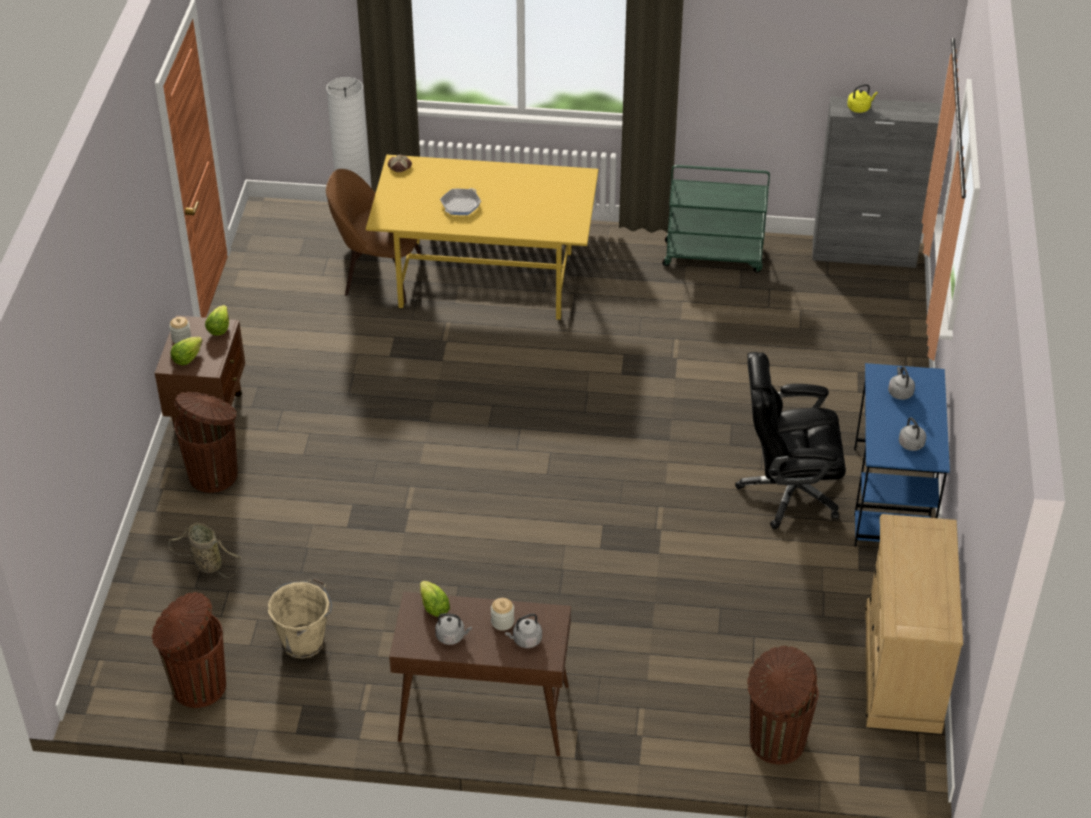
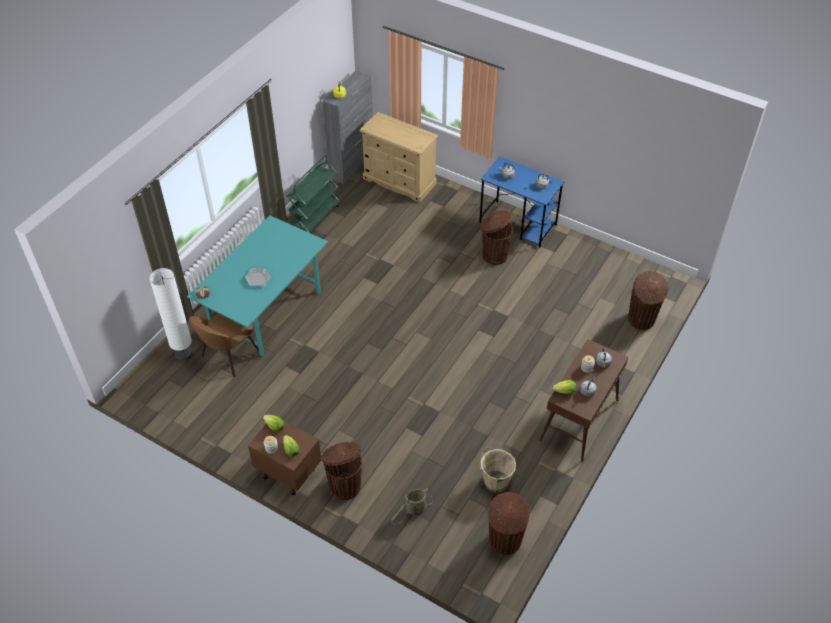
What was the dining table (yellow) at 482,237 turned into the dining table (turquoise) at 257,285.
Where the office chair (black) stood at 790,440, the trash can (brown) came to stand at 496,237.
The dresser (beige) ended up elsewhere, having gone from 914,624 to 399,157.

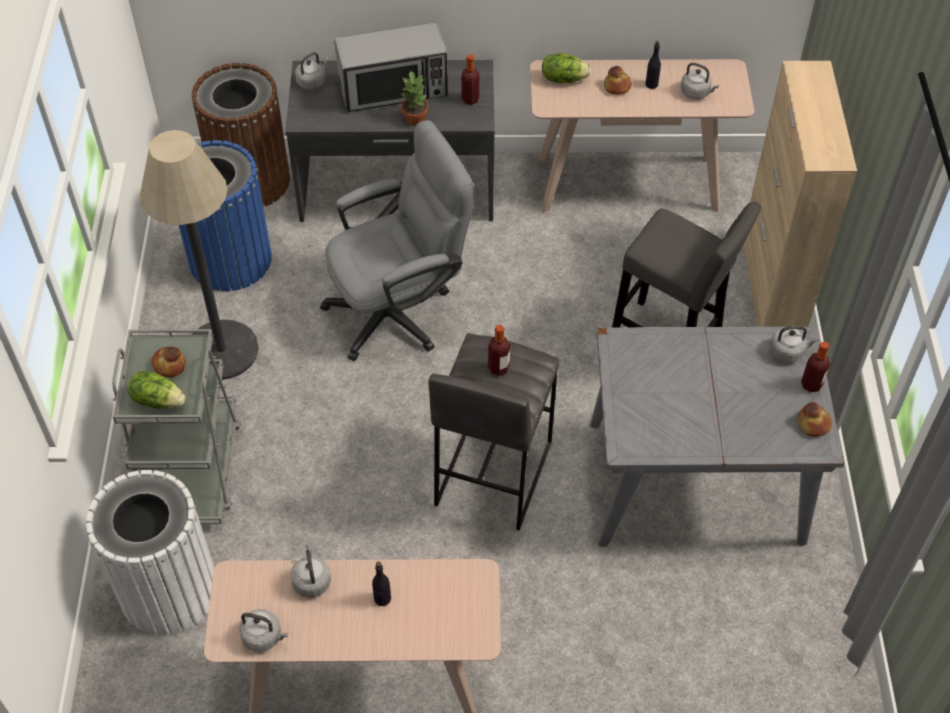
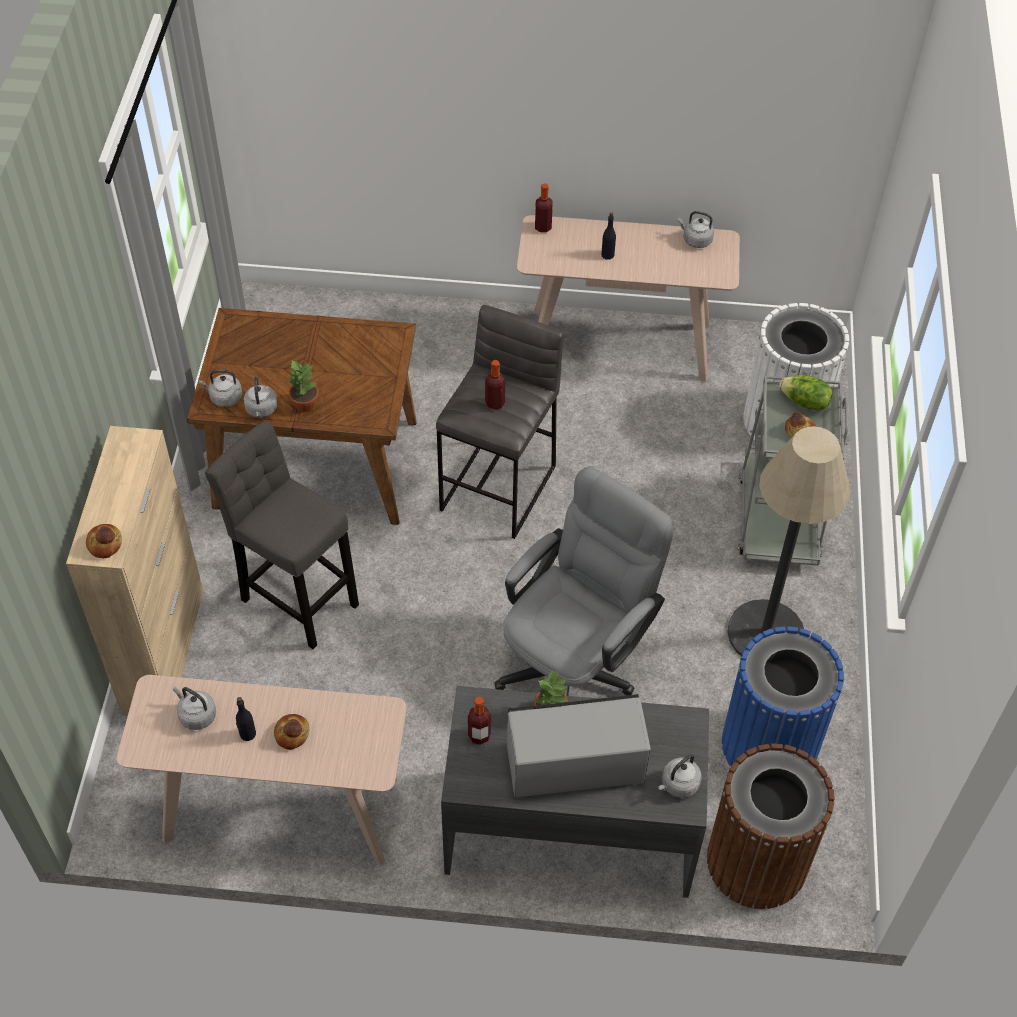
The kettle (grey) ended up elsewhere, having gone from 311,570 to 261,397.
The office chair (grey) at 397,240 ended up facing another way, 150 degrees clockwise from before.
The second view lost the lettuce at 566,68.
What was the dining table (grey) at 717,436 turned into the dining table (brown) at 302,416.
The bread ended up elsewhere, having gone from 814,419 to 104,541.
The bottle ended up elsewhere, having gone from 815,367 to 544,208.
The second view gained the potted plant at 303,385.

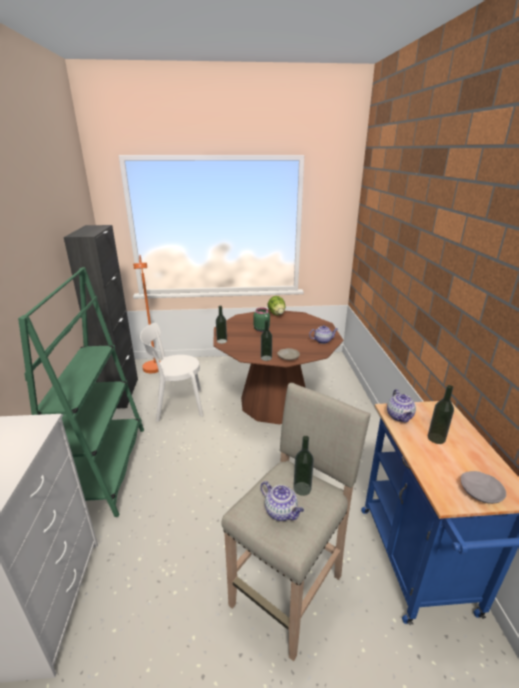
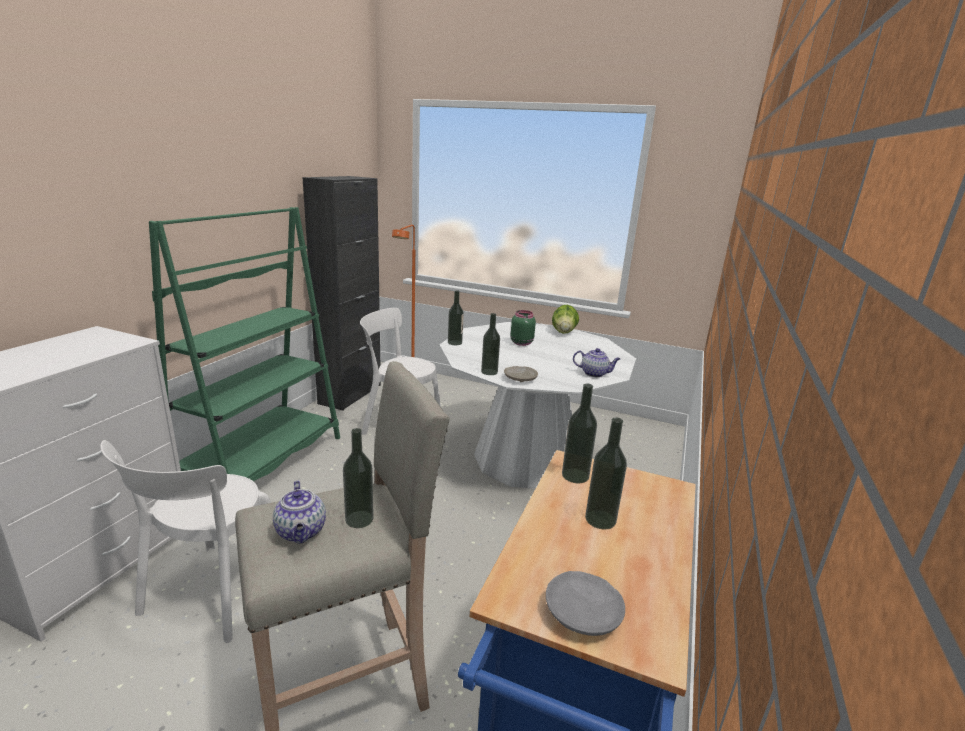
What was the dining table (brown) at 278,366 turned into the dining table (white) at 537,405.
Where the teapot stood at 401,406, the bottle came to stand at 579,433.
The second view gained the chair (white) at 185,541.

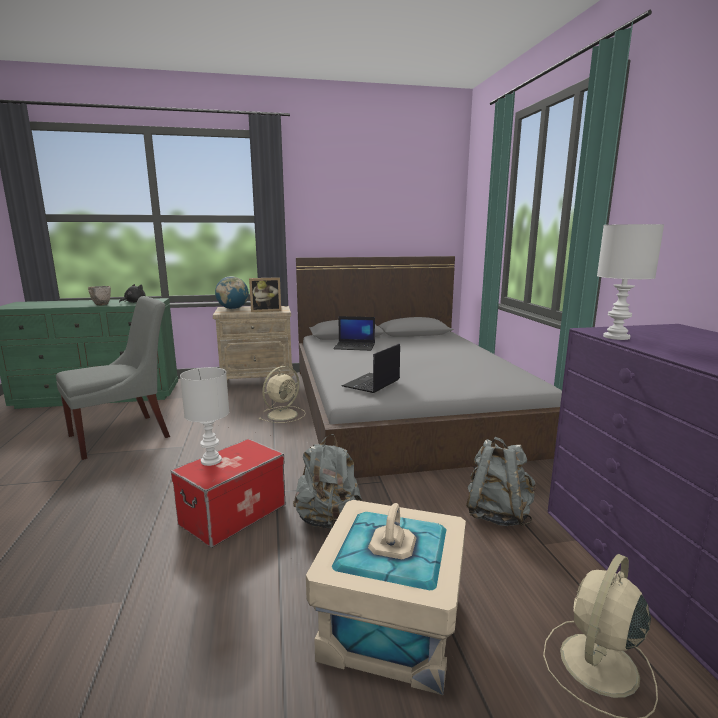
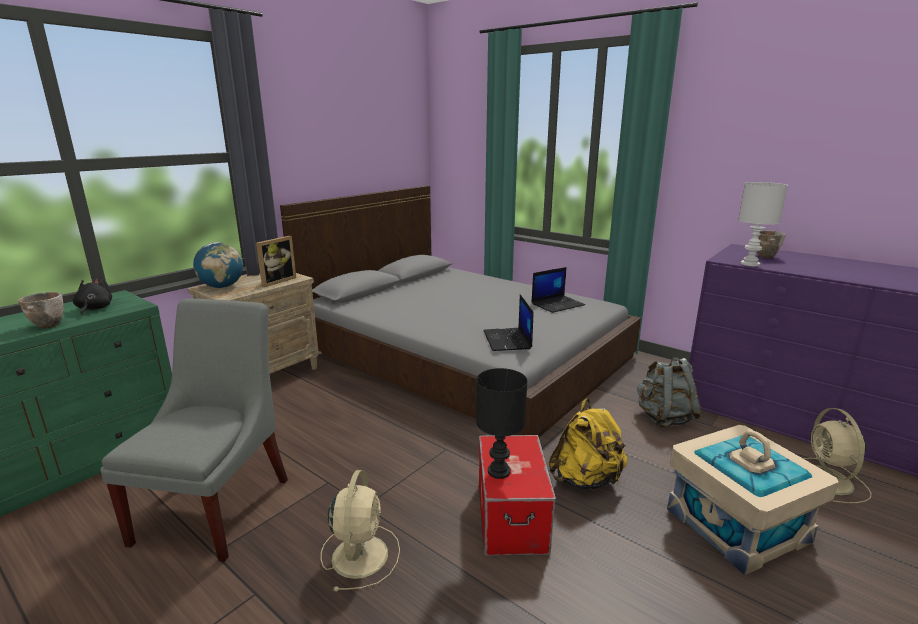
What was the table lamp (white) at 204,416 turned into the table lamp (black) at 501,423.
The fan (beige) ended up elsewhere, having gone from 282,394 to 360,530.
What was the backpack (grey) at 327,481 turned into the backpack (yellow) at 588,444.
The laptop ended up elsewhere, having gone from 354,333 to 558,290.
The second view gained the bowl at 771,244.

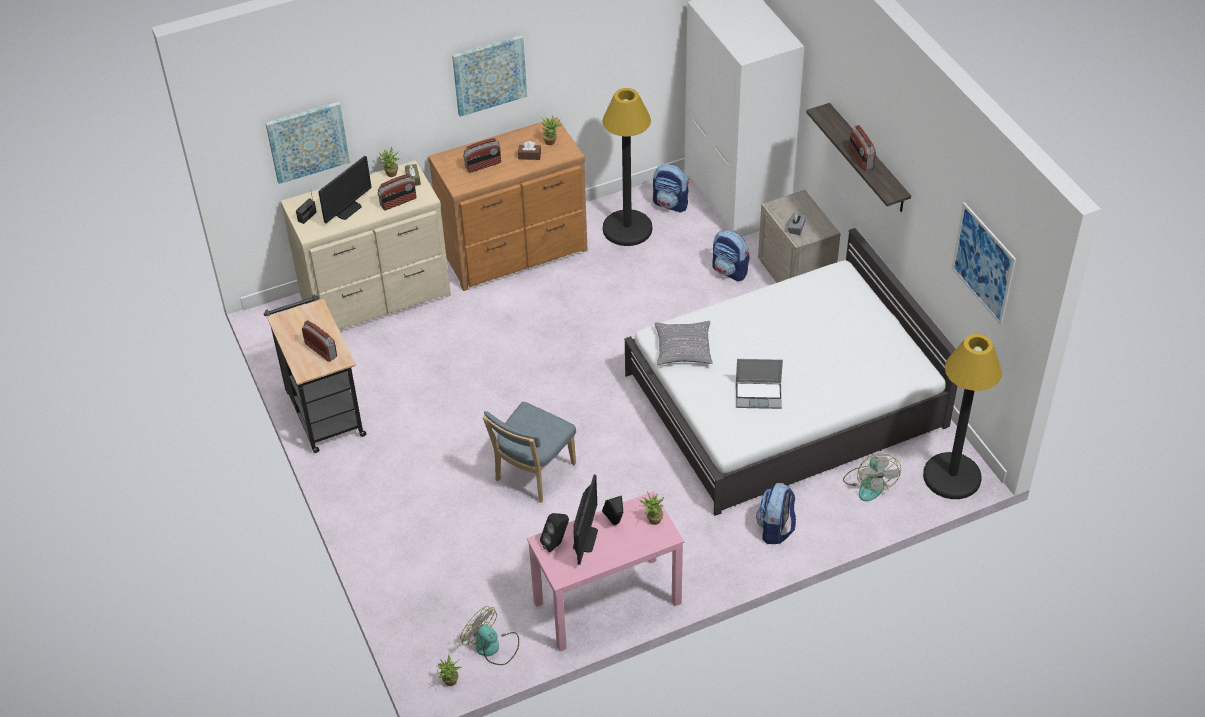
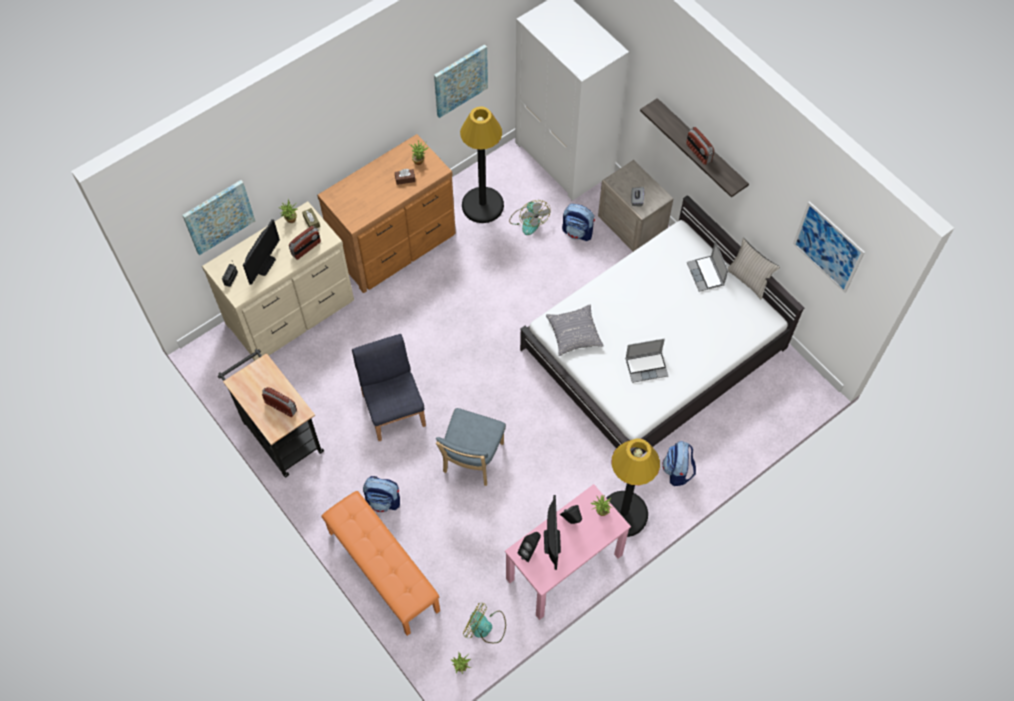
The picture ended up elsewhere, having gone from 489,76 to 461,81.
The second view lost the radio at 482,155.
The backpack ended up elsewhere, having gone from 671,188 to 381,494.
The fan ended up elsewhere, having gone from 872,477 to 530,217.
The floor lamp (black) ended up elsewhere, having gone from 962,416 to 633,487.
The second view gained the bench (orange) at 380,563.
The second view gained the chair (blue) at 389,387.
The second view gained the laptop at 708,266.
The second view gained the pillow (beige) at 753,268.

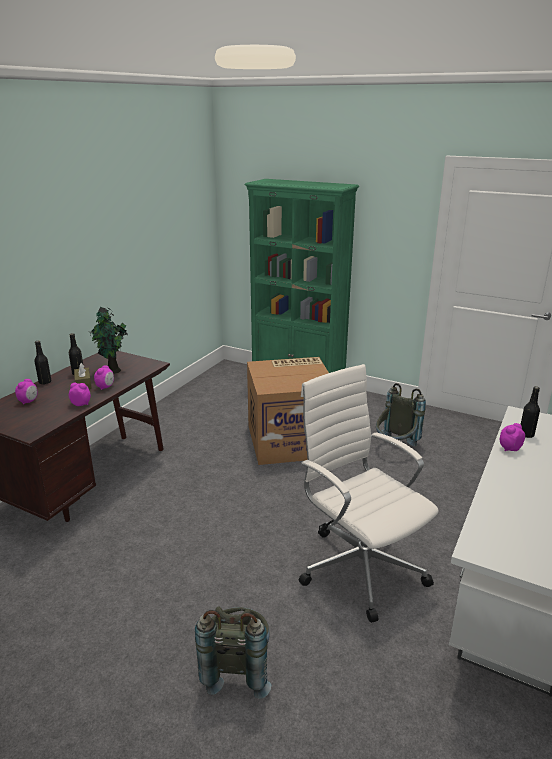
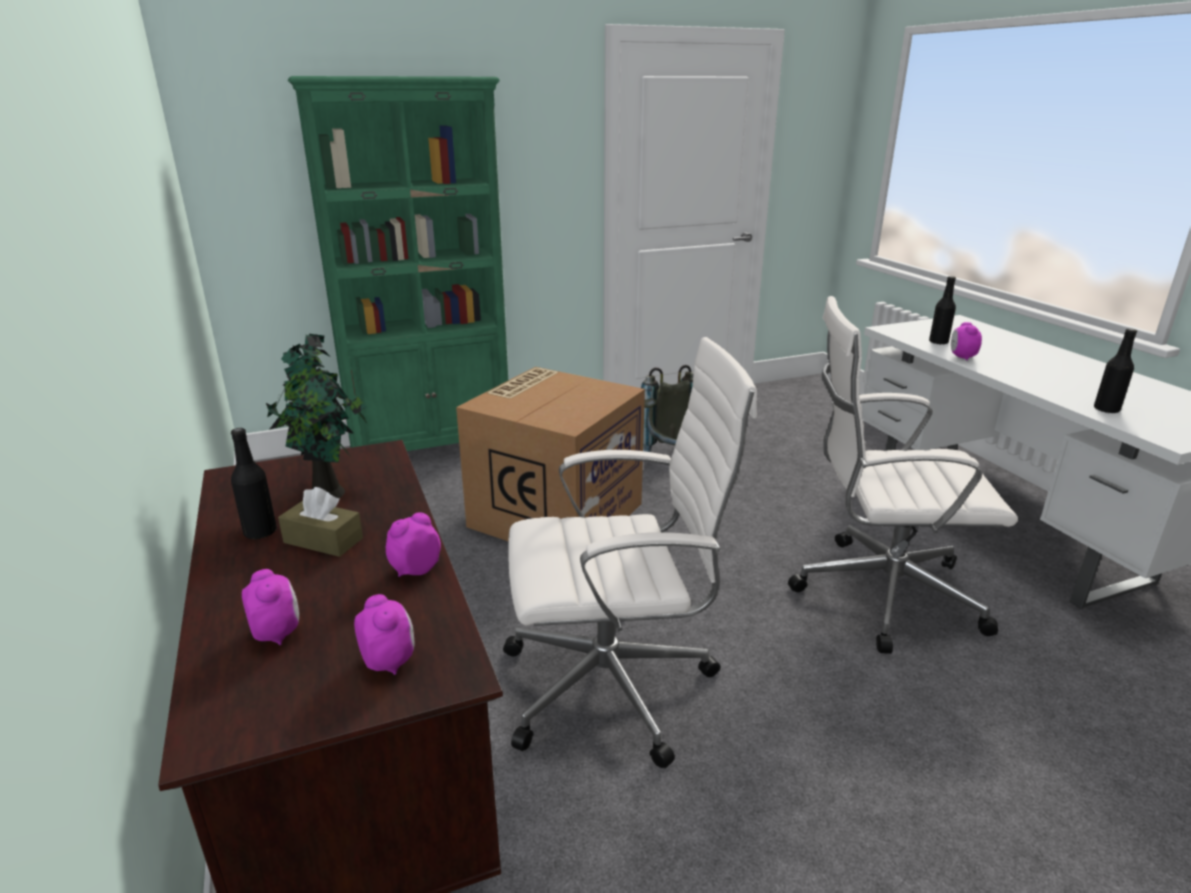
The bottle (black) ended up elsewhere, having gone from 43,362 to 1115,371.
The alarm clock ended up elsewhere, having gone from 104,377 to 384,634.
The second view lost the backpack (grey) at 233,653.
The second view gained the office chair (white) at 630,552.

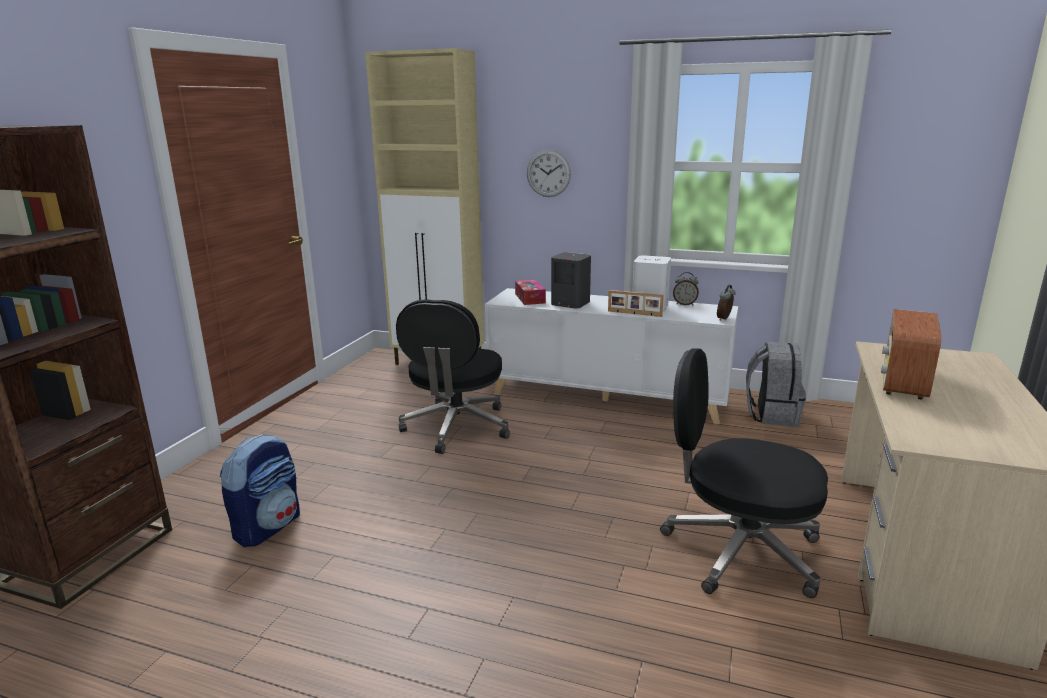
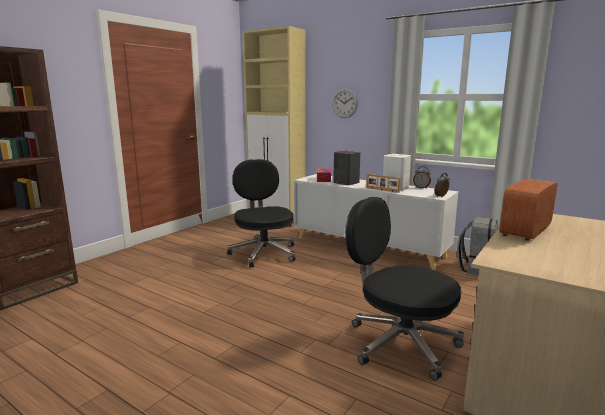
The second view lost the backpack at 260,490.
The office chair (black) at 453,376 ended up facing another way, 135 degrees clockwise from before.

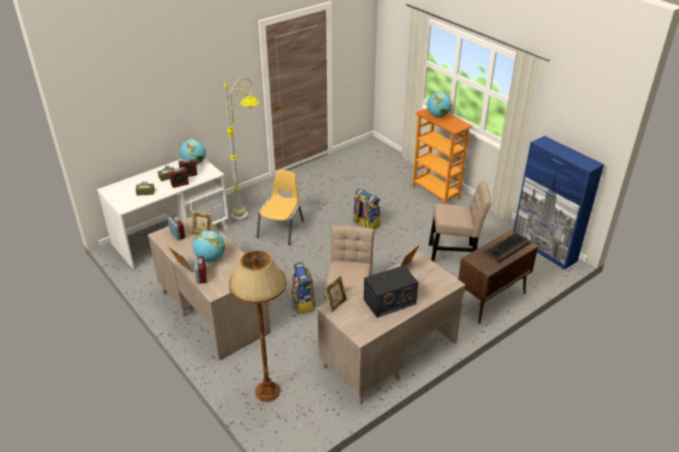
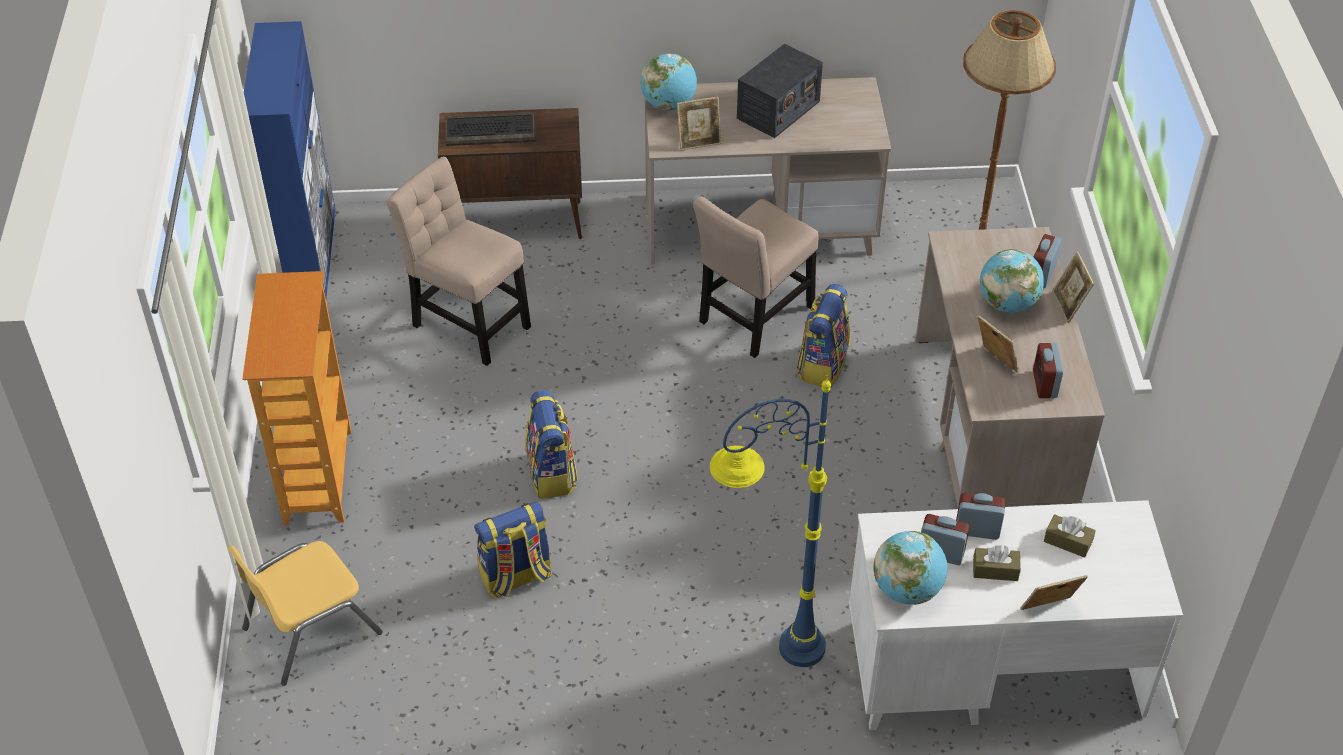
What was the floor lamp (grey) at 241,149 turned into the floor lamp (blue) at 770,521.
The chair (yellow) ended up elsewhere, having gone from 280,207 to 305,613.
The picture frame ended up elsewhere, having gone from 336,294 to 1054,592.
The radio at 391,291 ended up facing another way, 120 degrees clockwise from before.
The globe ended up elsewhere, having gone from 439,104 to 668,82.
The second view gained the backpack at 513,549.

